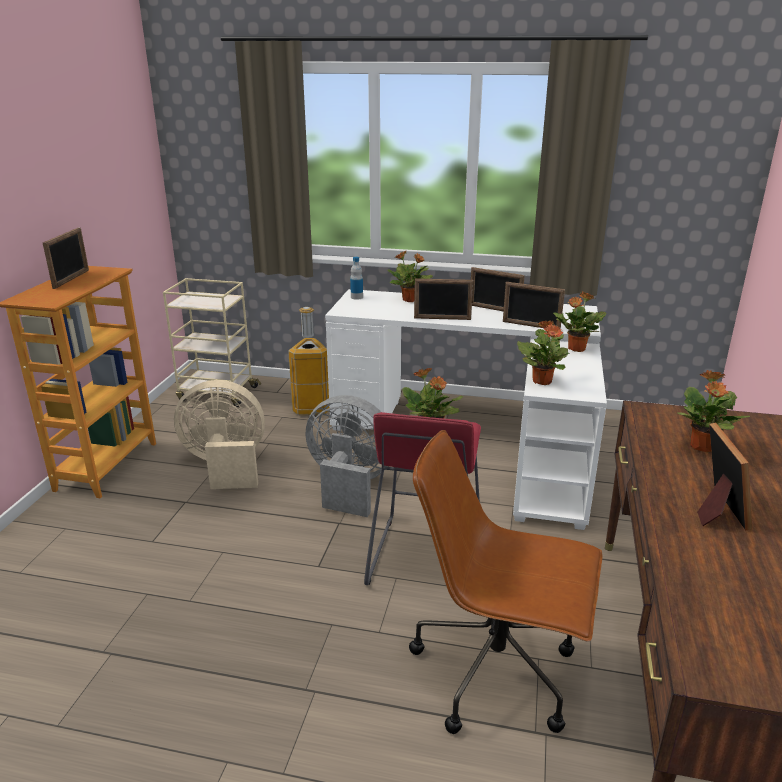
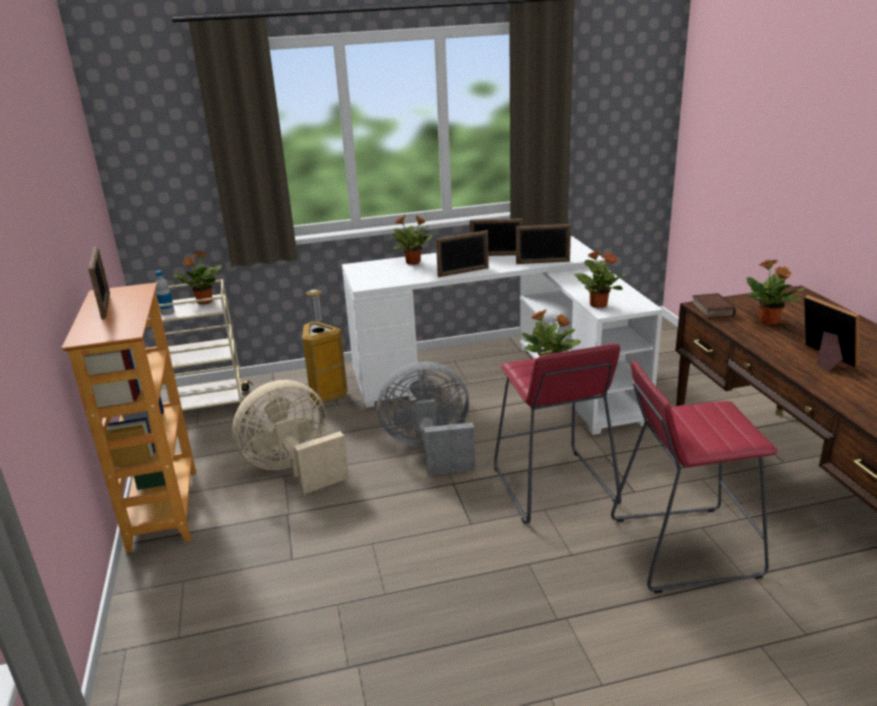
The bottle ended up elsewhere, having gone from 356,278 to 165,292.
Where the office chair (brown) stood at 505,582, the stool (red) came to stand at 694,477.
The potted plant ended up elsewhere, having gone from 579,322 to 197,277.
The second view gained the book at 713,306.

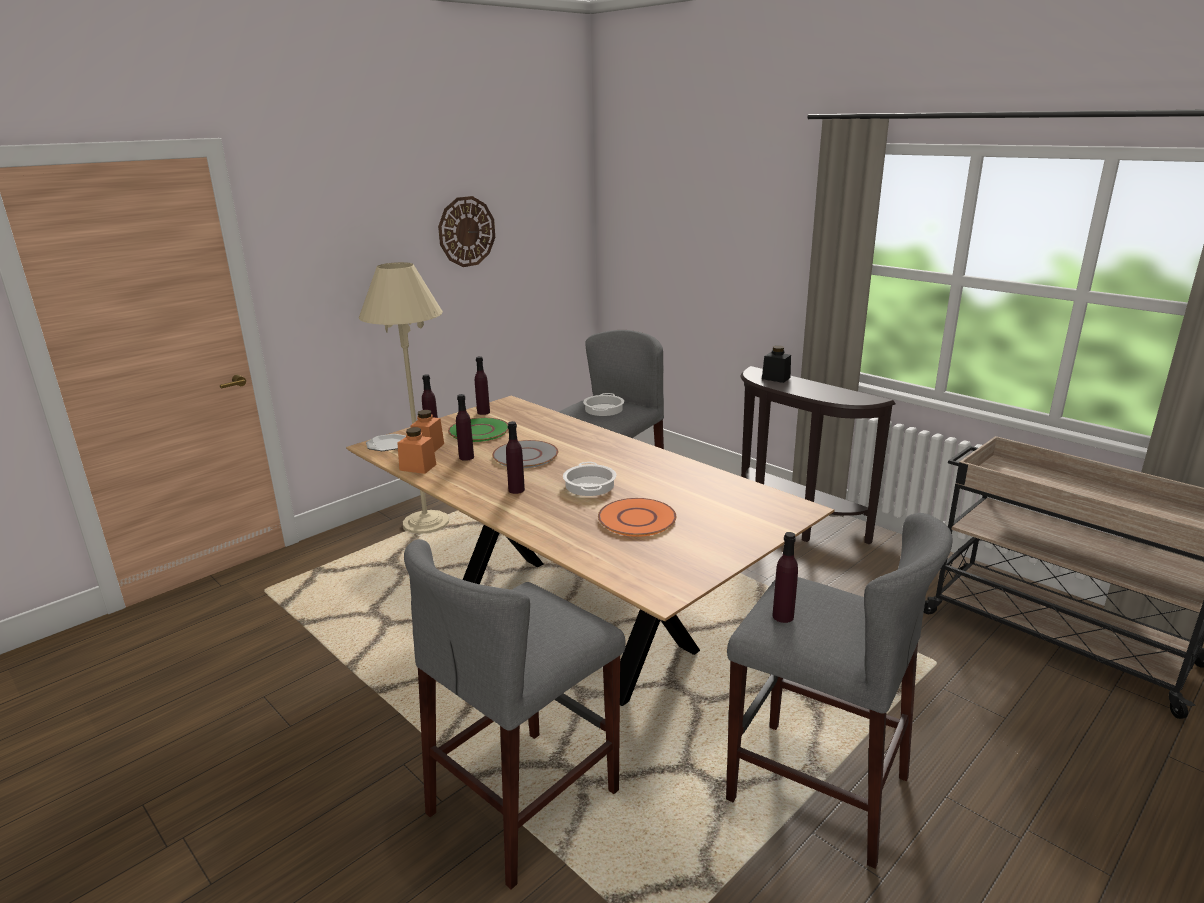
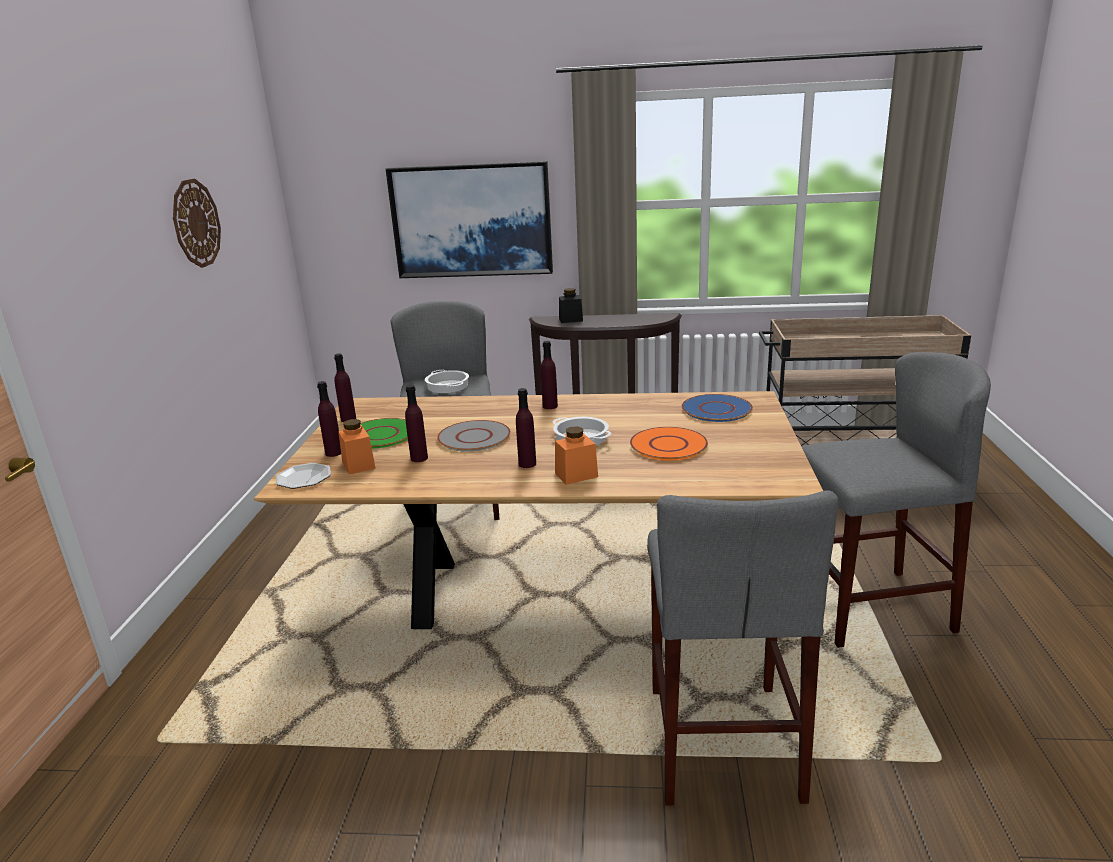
The second view lost the floor lamp (beige) at 404,397.
The jar (orange) ended up elsewhere, having gone from 417,450 to 576,455.
The bottle (purple) ended up elsewhere, having gone from 785,577 to 549,375.
The second view gained the picture at 469,219.
The second view gained the plate (blue) at 717,408.

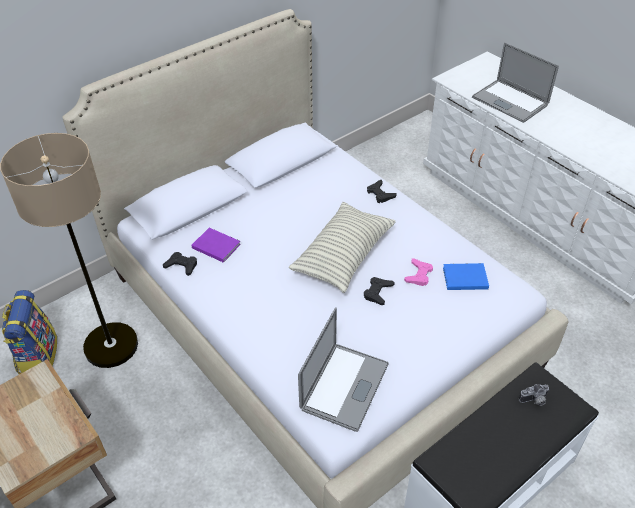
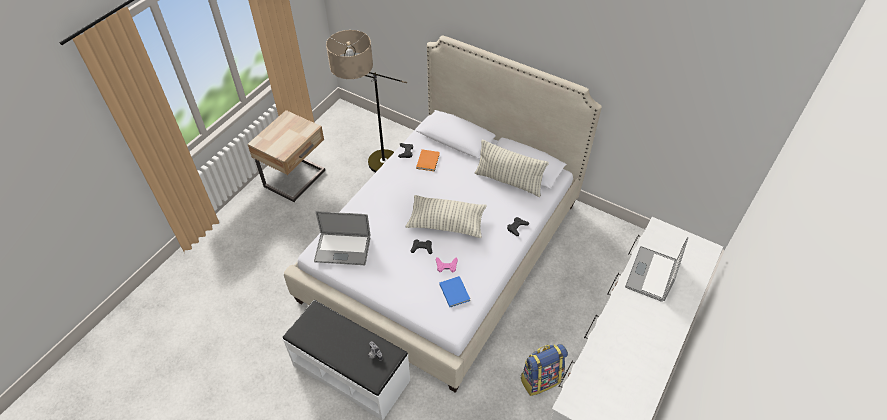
The backpack ended up elsewhere, having gone from 29,332 to 544,370.
What was the book (purple) at 216,245 turned into the book (orange) at 428,160.
The second view gained the pillow at 512,168.

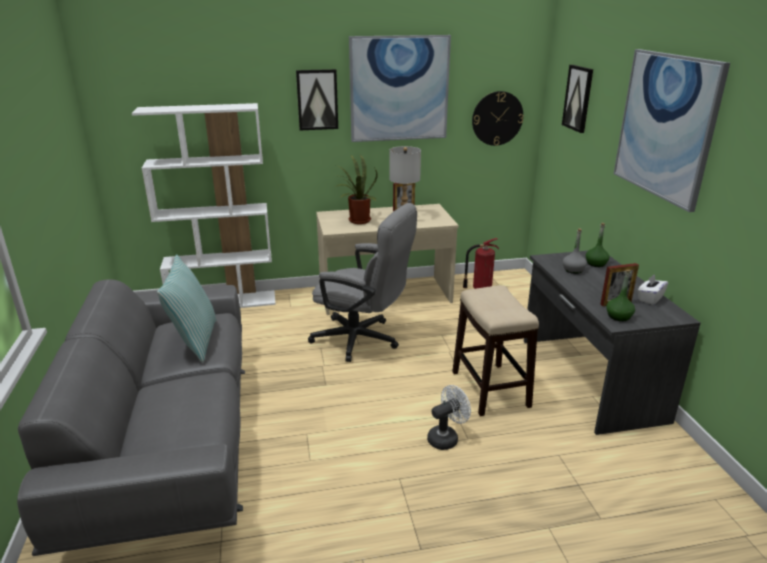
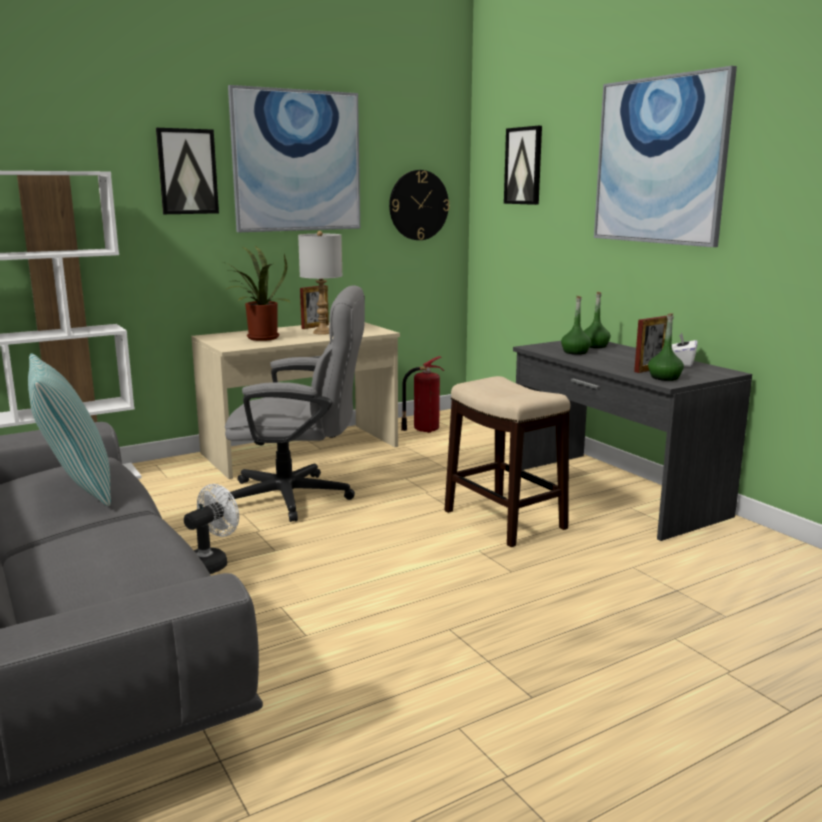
The fan (white) ended up elsewhere, having gone from 449,417 to 211,529.
What was the bottle (grey) at 575,251 turned into the bottle (green) at 576,325.

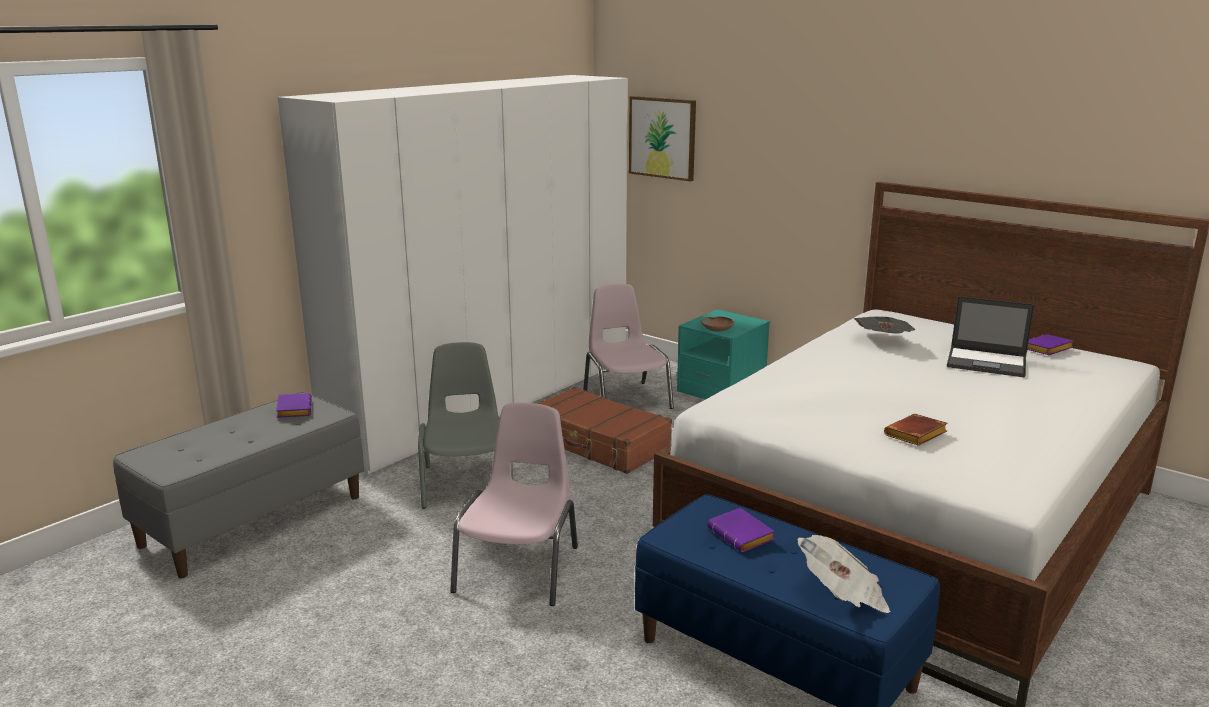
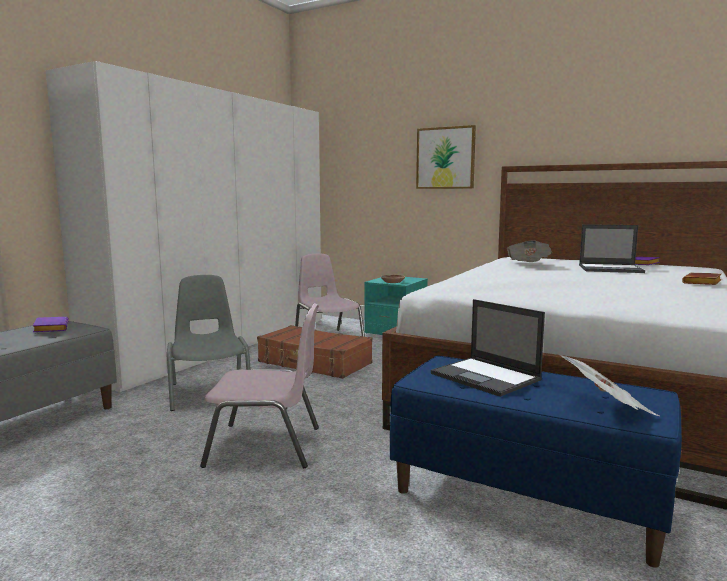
The chair (pink) at 514,504 ended up facing another way, 90 degrees clockwise from before.
The picture ended up elsewhere, having gone from 662,138 to 446,157.
Where the book (purple) stood at 741,530, the laptop came to stand at 488,348.
The book (brown) ended up elsewhere, having gone from 916,430 to 702,279.

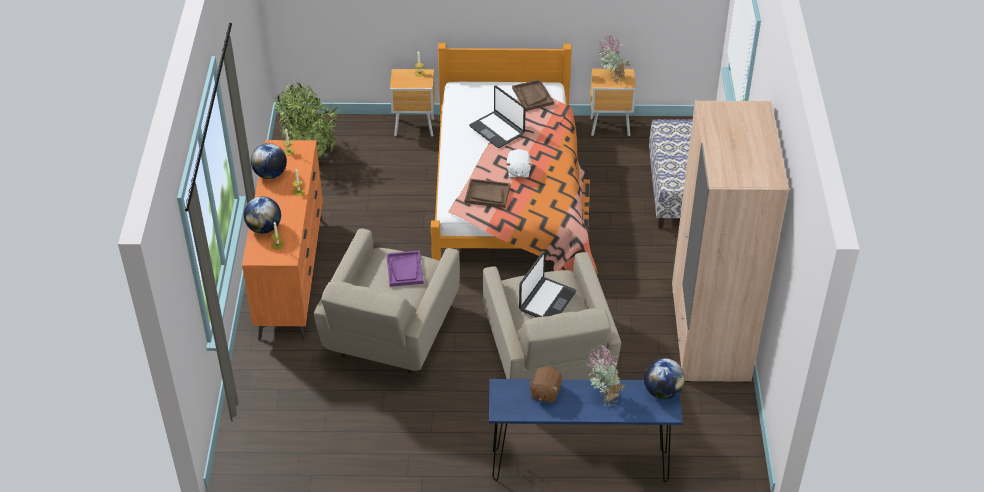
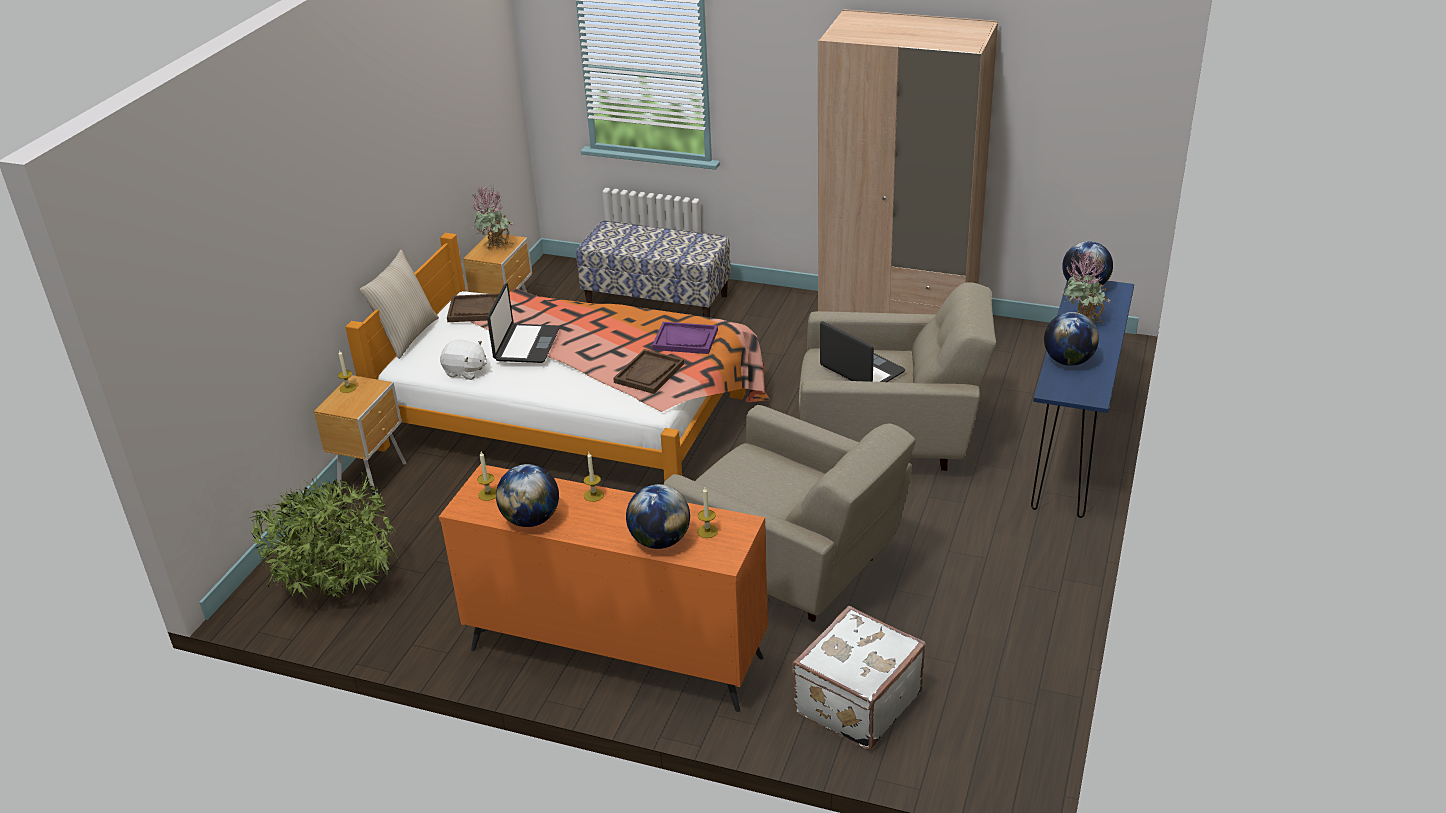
The tray (purple) ended up elsewhere, having gone from 405,268 to 685,338.
The laptop at 497,117 ended up facing another way, 60 degrees counterclockwise from before.
The plush toy (white) ended up elsewhere, having gone from 519,163 to 463,359.
Where the plush toy (brown) stood at 545,385, the globe came to stand at 1071,339.
The second view gained the pillow (beige) at 399,304.
The second view gained the suitcase (white) at 859,678.

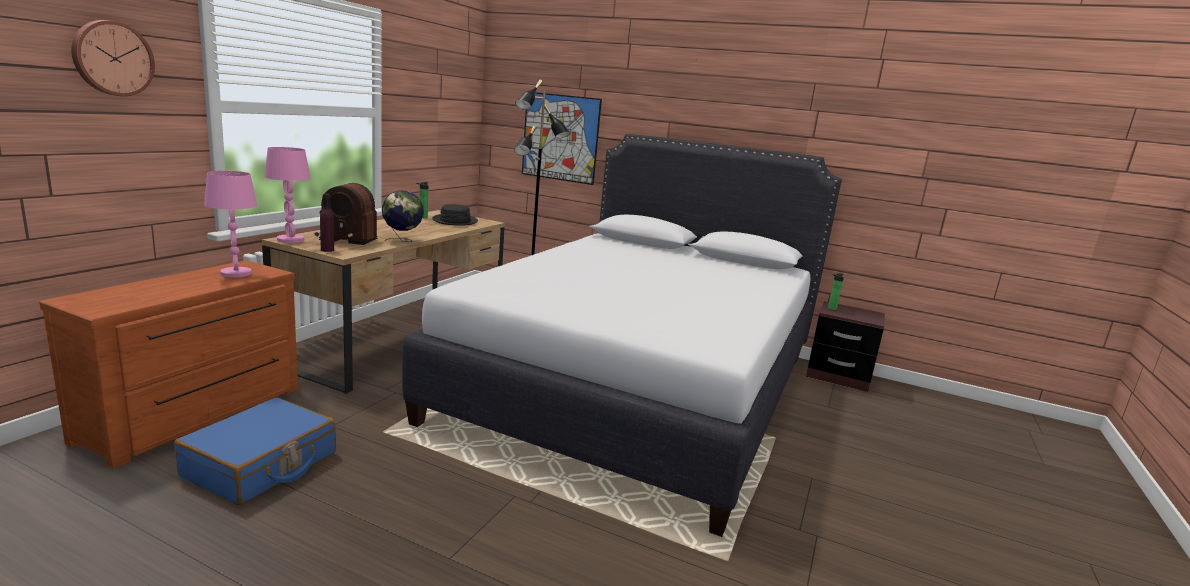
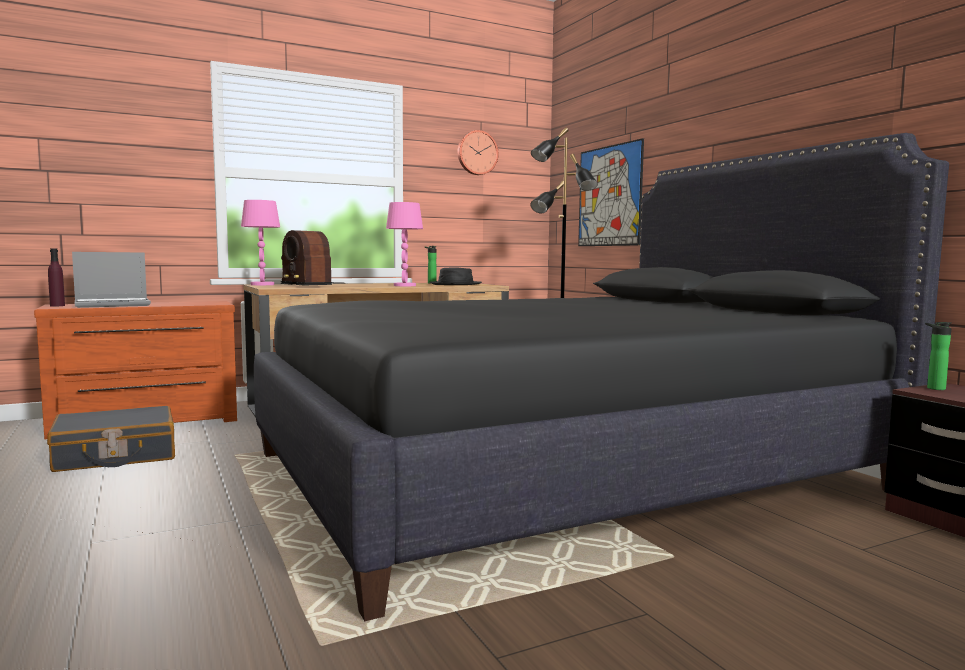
The wall clock ended up elsewhere, having gone from 113,58 to 478,152.
What was the suitcase (blue) at 255,451 turned into the suitcase (black) at 111,439.
The table lamp (pink) ended up elsewhere, having gone from 230,224 to 404,244.
The bottle (purple) ended up elsewhere, having gone from 327,223 to 56,277.
The second view lost the globe at 403,216.
What was the bed (white) at 622,335 turned into the bed (black) at 601,377.
The second view gained the laptop at 111,280.

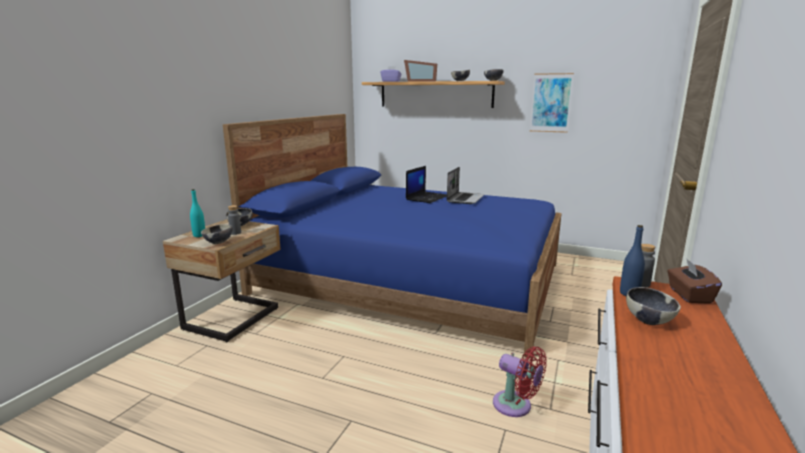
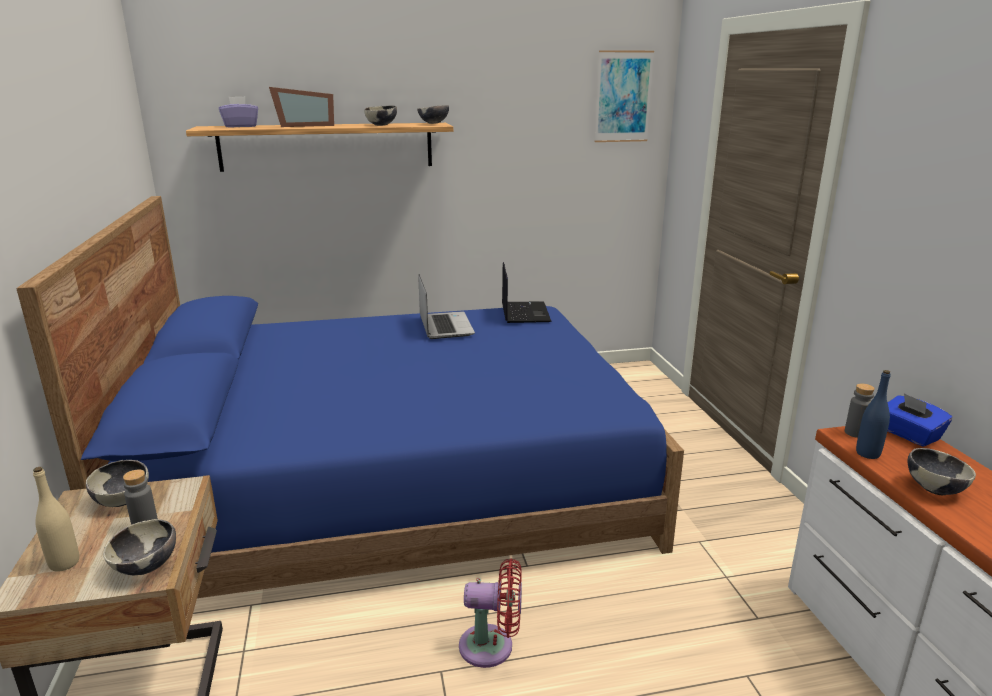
What was the bottle (turquoise) at 197,213 turned into the bottle (beige) at 56,519.
The laptop ended up elsewhere, having gone from 426,184 to 527,292.
The fan (red) ended up elsewhere, having gone from 520,382 to 490,613.
The picture ended up elsewhere, having gone from 552,103 to 624,96.
What was the tissue box (brown) at 695,281 turned into the tissue box (blue) at 919,420.

